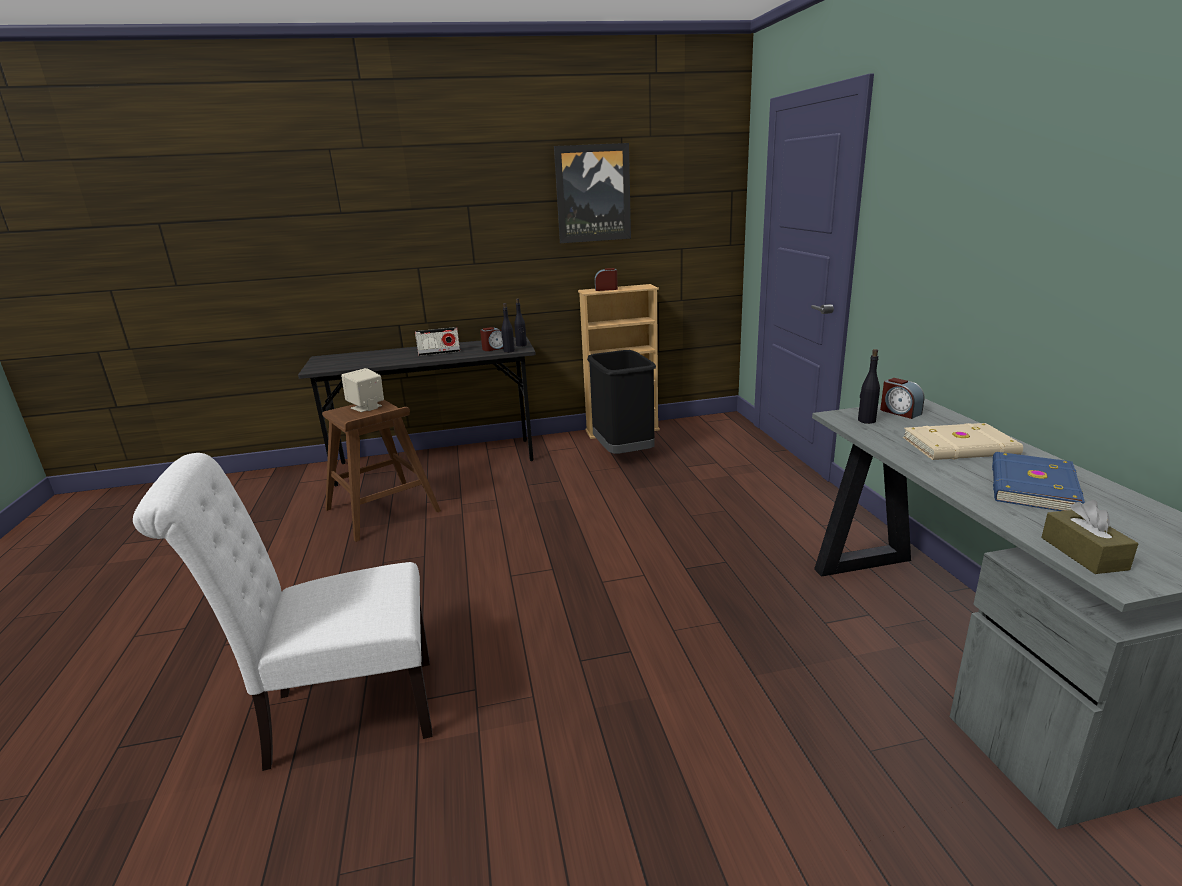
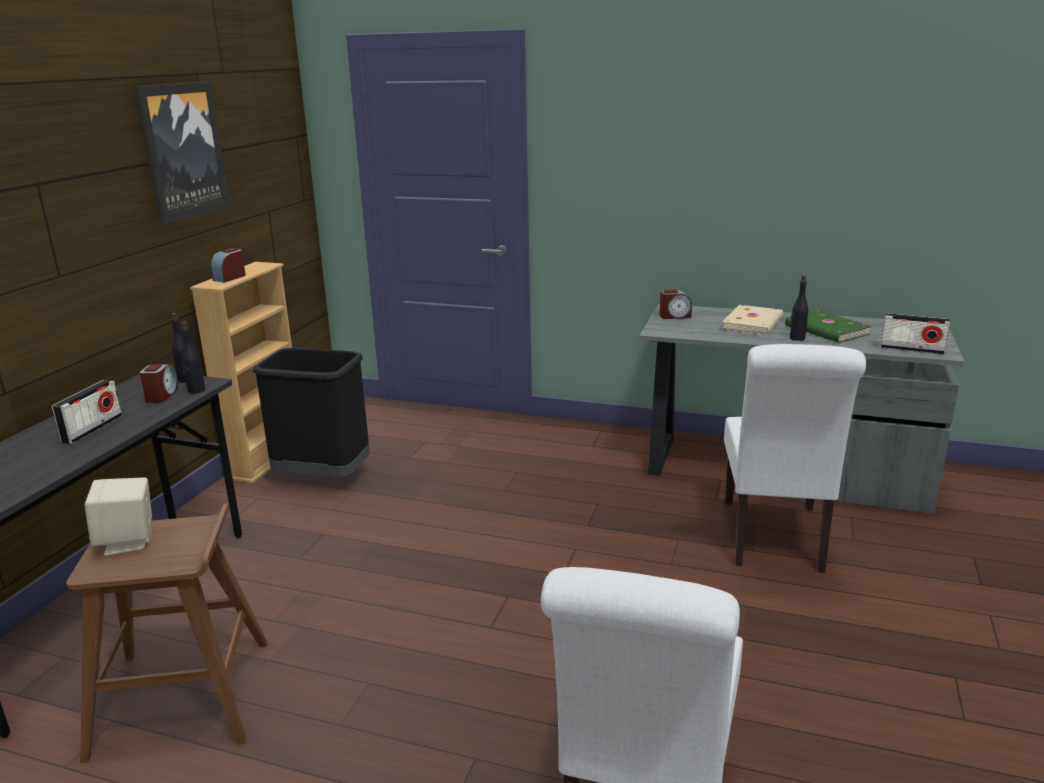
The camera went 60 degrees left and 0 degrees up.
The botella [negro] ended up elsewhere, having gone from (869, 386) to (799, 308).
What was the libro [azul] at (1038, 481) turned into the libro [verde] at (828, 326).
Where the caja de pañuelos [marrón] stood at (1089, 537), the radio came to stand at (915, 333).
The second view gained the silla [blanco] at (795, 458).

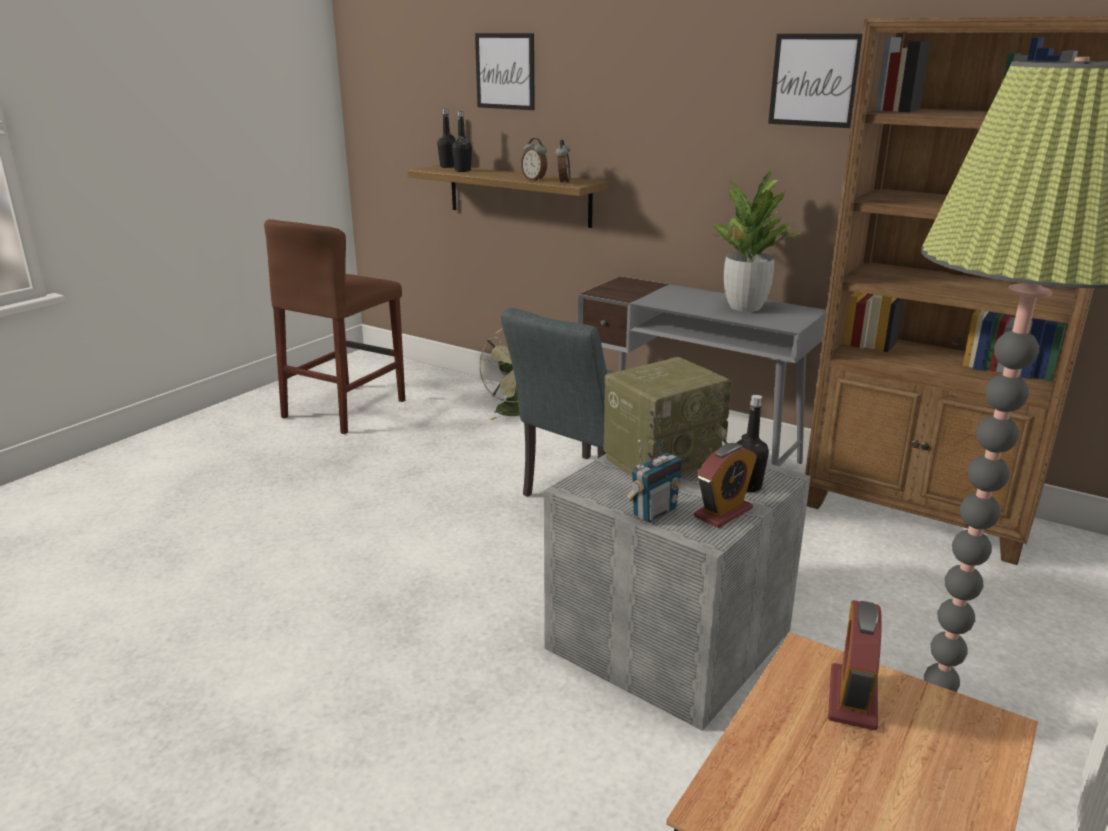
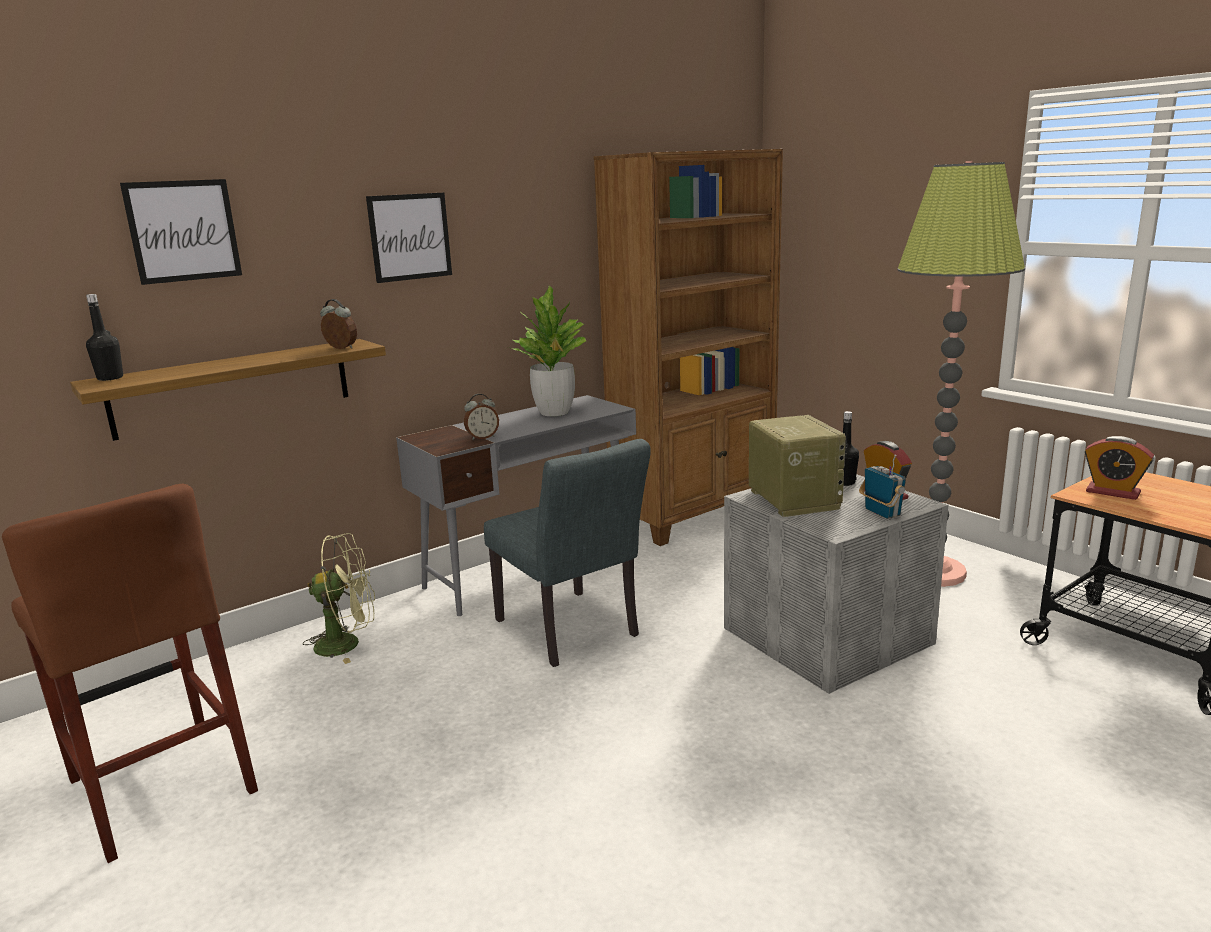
The camera went 70 degrees left and 5 degrees down.
The second view lost the botella [negro] at (462, 141).
The despertador ended up elsewhere, having gone from (534, 159) to (481, 417).
The cuadro ended up elsewhere, having gone from (815, 81) to (409, 238).

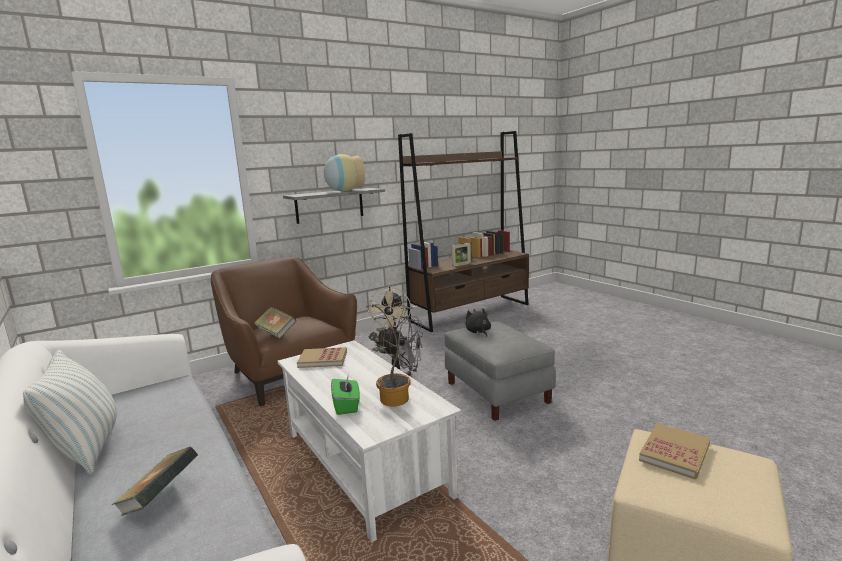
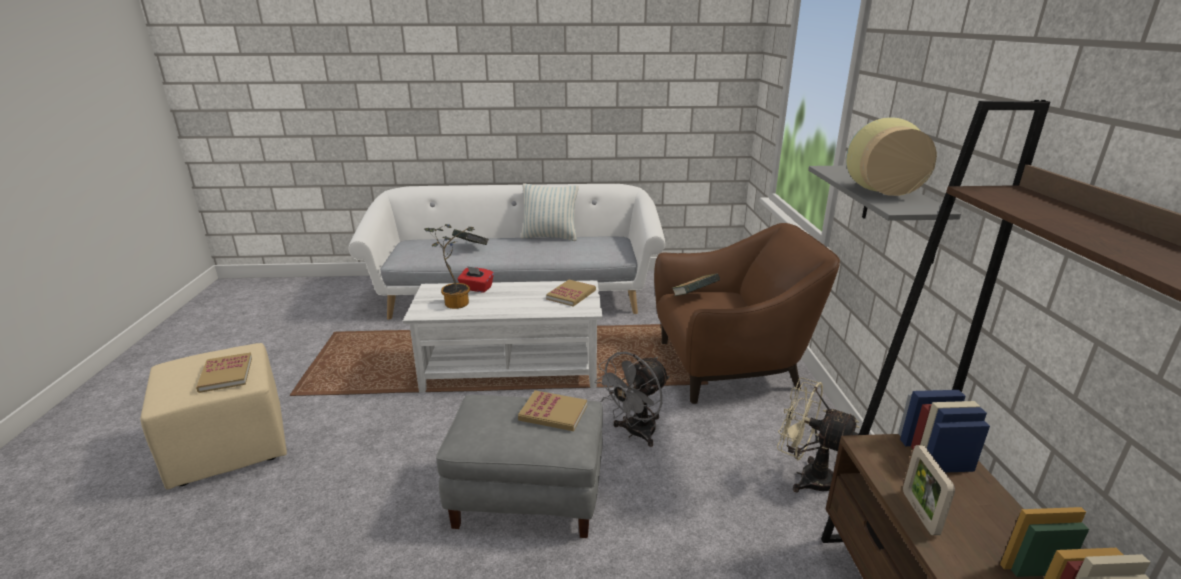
The camera went 120 degrees right and 10 degrees up.
What was the caja de pañuelos [verde] at (345, 394) turned into the caja de pañuelos [rojo] at (476, 279).
Where the peluche [negro] stood at (478, 322), the libro came to stand at (552, 410).

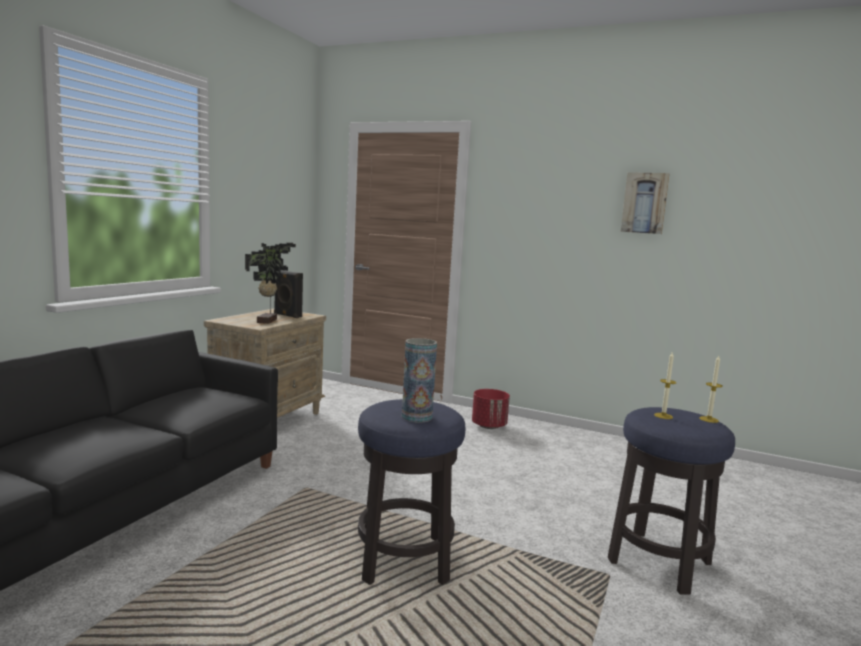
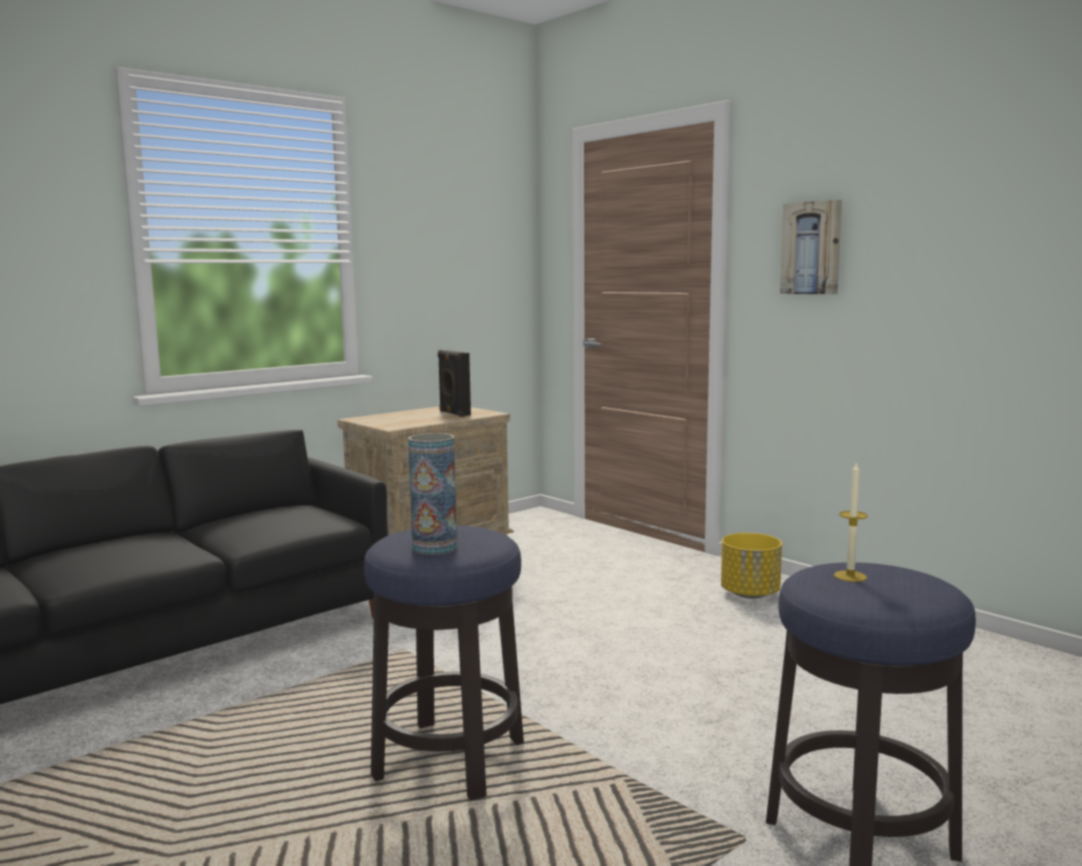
The camera went 25 degrees right and 0 degrees up.
The second view lost the planta en maceta at (270, 283).
What was the maceta [rojo] at (491, 409) turned into the maceta [amarillo] at (751, 566).
The cuadro ended up elsewhere, having gone from (645, 203) to (811, 247).
The second view lost the vela at (711, 389).

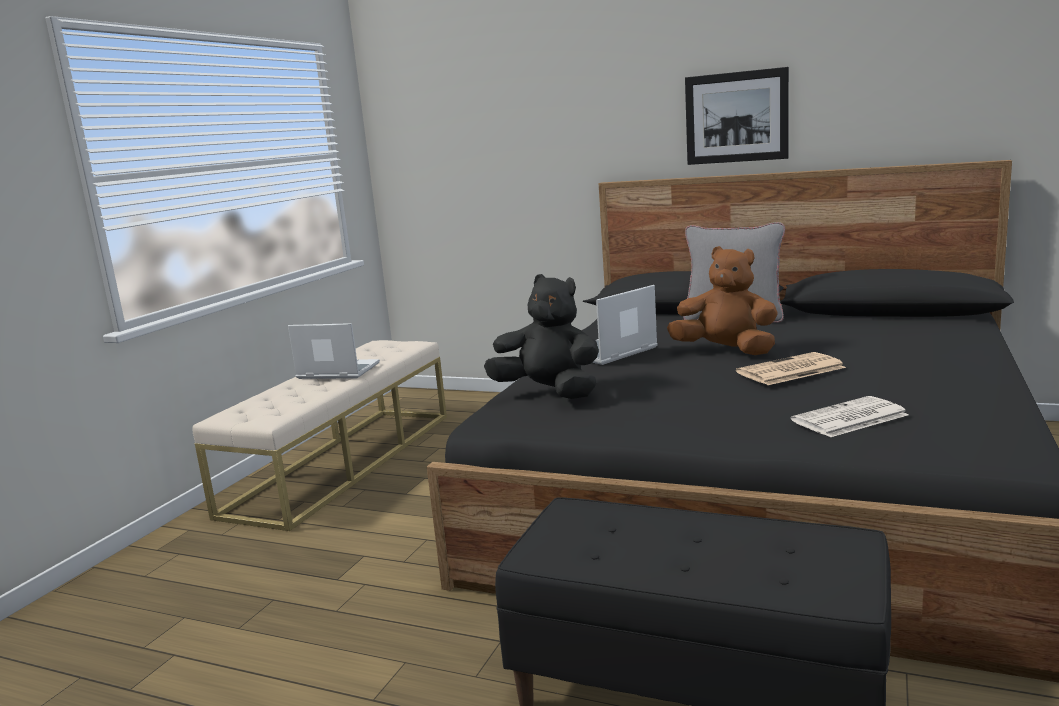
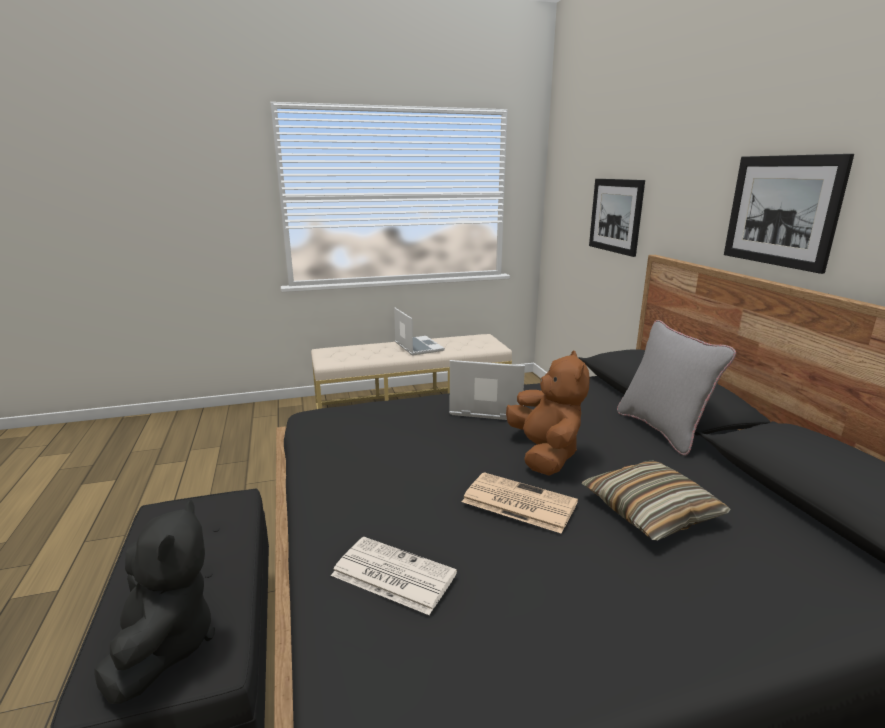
The camera went 50 degrees right and 5 degrees up.
The peluche [negro] ended up elsewhere, having gone from (541, 336) to (154, 602).
The second view gained the cojín at (656, 500).
The second view gained the cuadro at (617, 218).

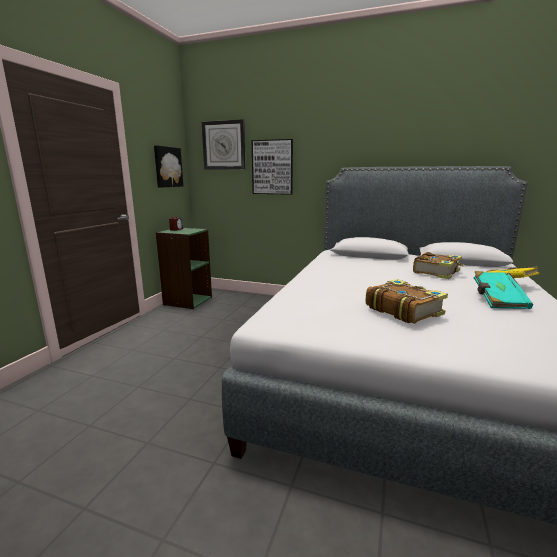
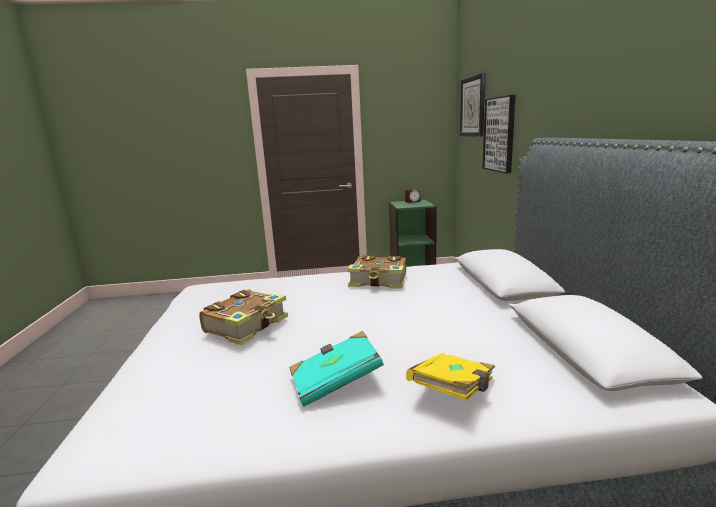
The camera went 65 degrees right and 0 degrees up.
The second view lost the cuadro at (168, 166).
The libro ended up elsewhere, having gone from (439, 265) to (376, 272).

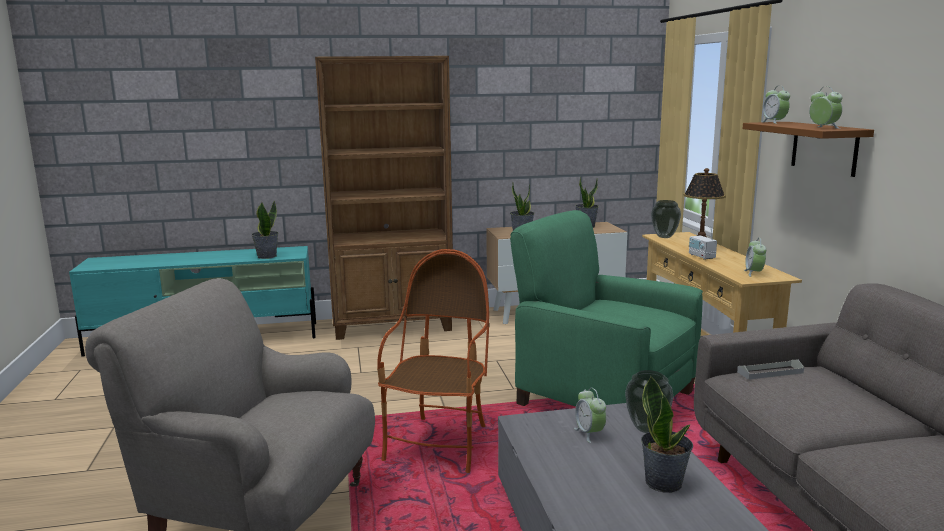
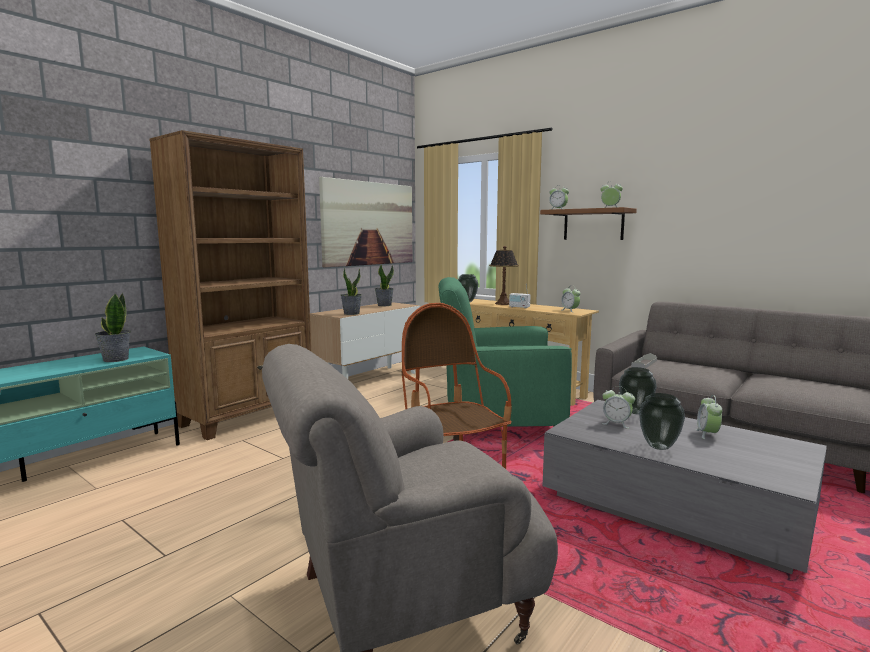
The camera went 40 degrees left and 5 degrees down.
Where the planta en maceta stood at (667, 434), the despertador came to stand at (709, 417).
The second view gained the cuadro at (365, 222).
The second view gained the florero at (662, 421).

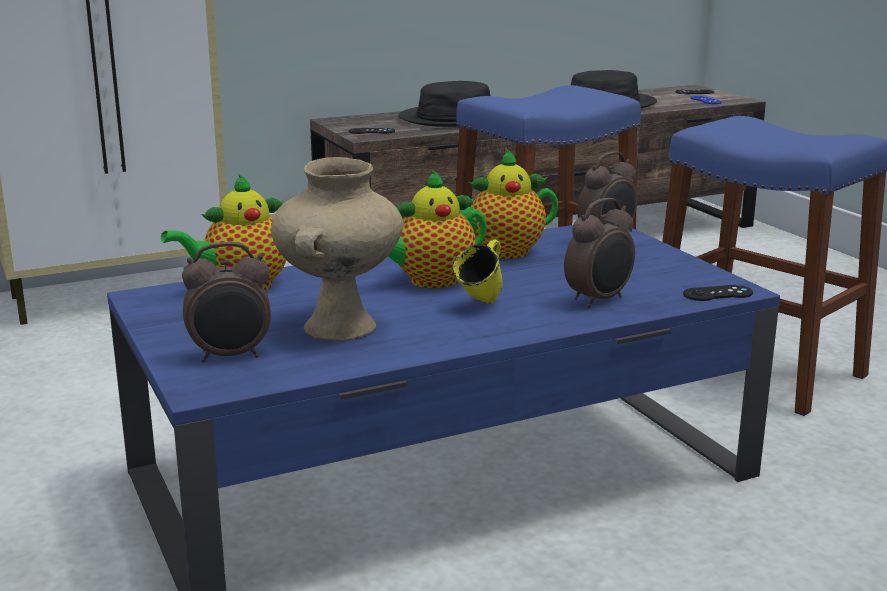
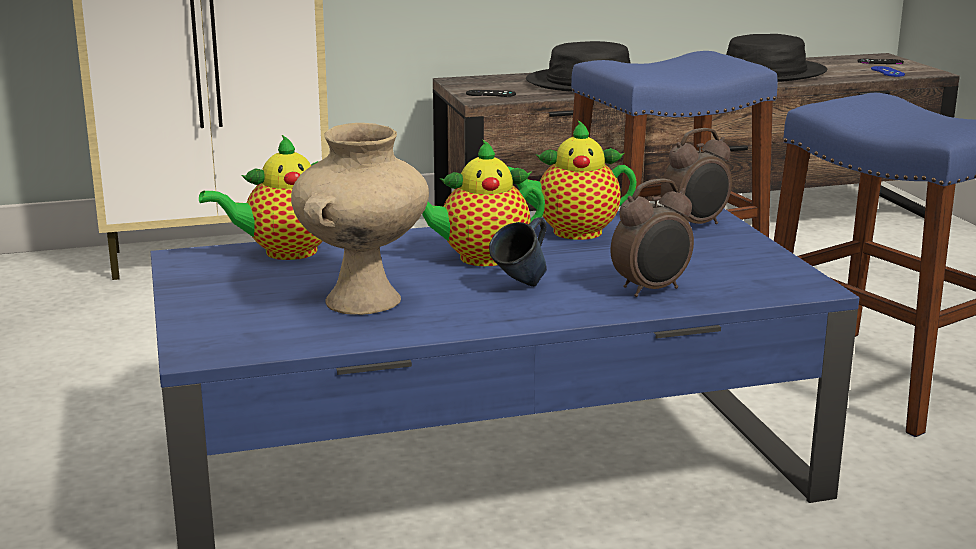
The camera went 10 degrees right and 0 degrees up.
The second view lost the despertador at (226, 302).
What was the taza grande [amarillo] at (477, 271) turned into the taza grande [azul] at (518, 252).
The second view lost the mando de consola [negro] at (718, 293).

